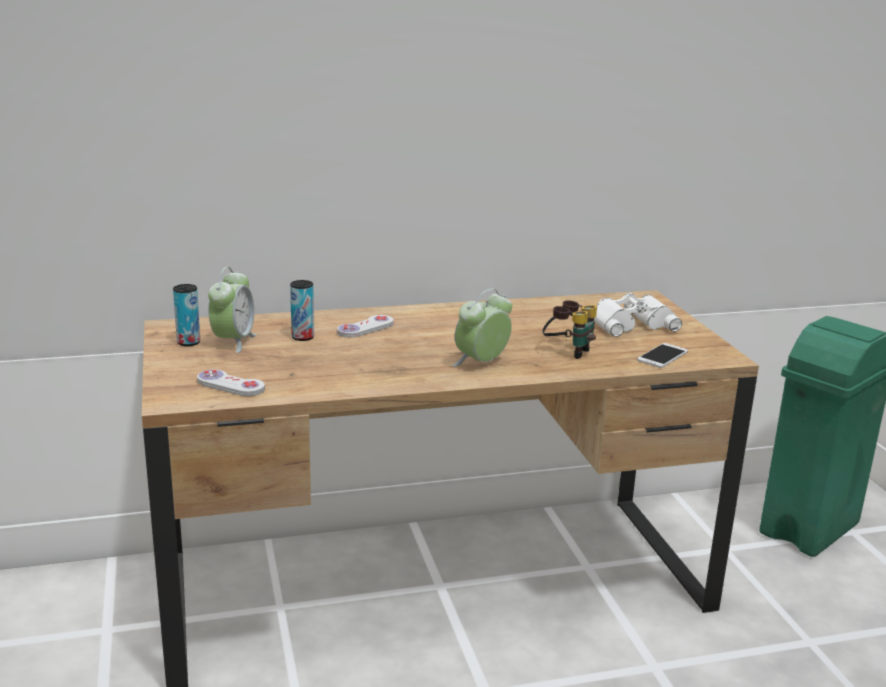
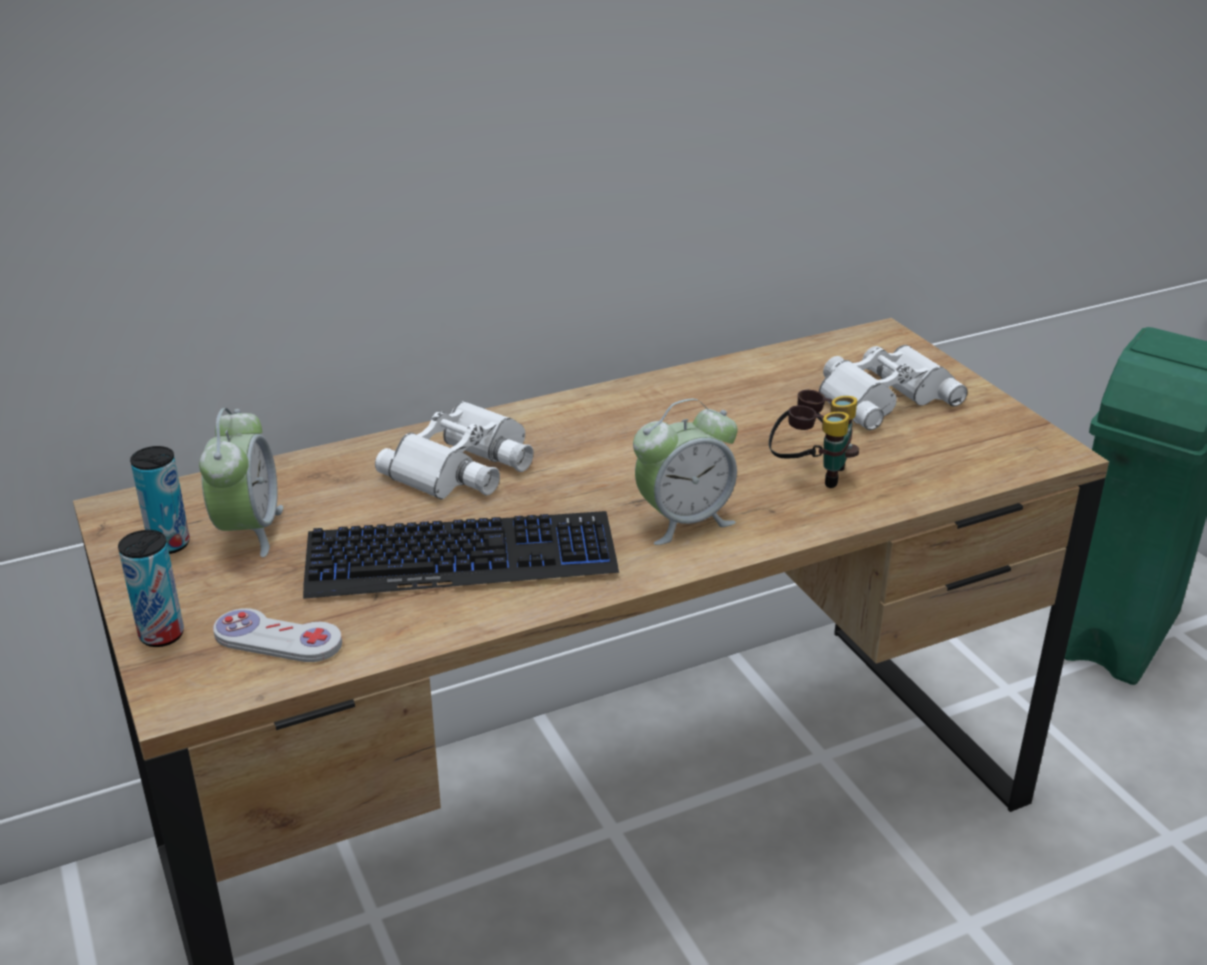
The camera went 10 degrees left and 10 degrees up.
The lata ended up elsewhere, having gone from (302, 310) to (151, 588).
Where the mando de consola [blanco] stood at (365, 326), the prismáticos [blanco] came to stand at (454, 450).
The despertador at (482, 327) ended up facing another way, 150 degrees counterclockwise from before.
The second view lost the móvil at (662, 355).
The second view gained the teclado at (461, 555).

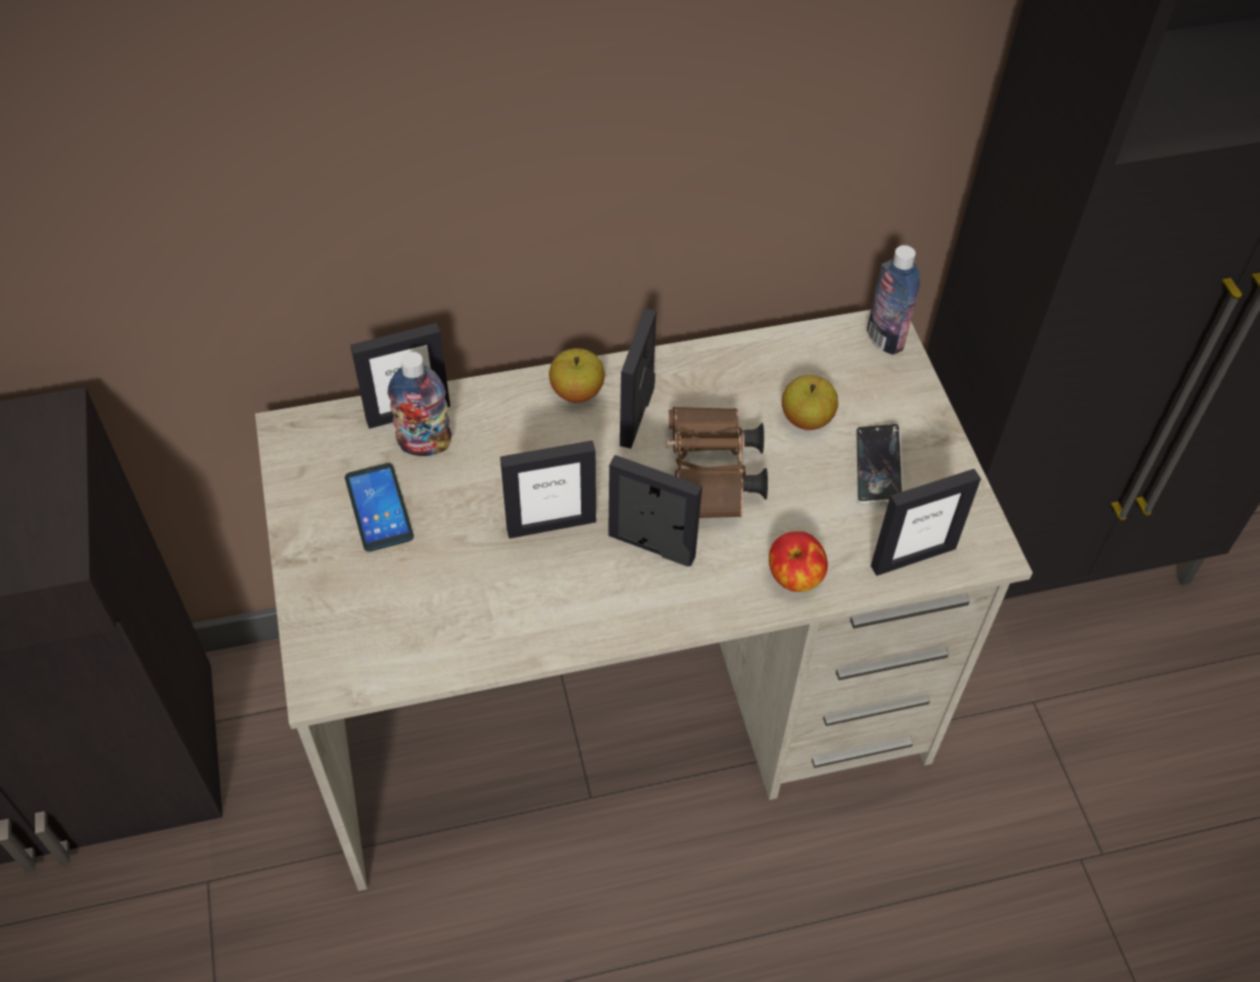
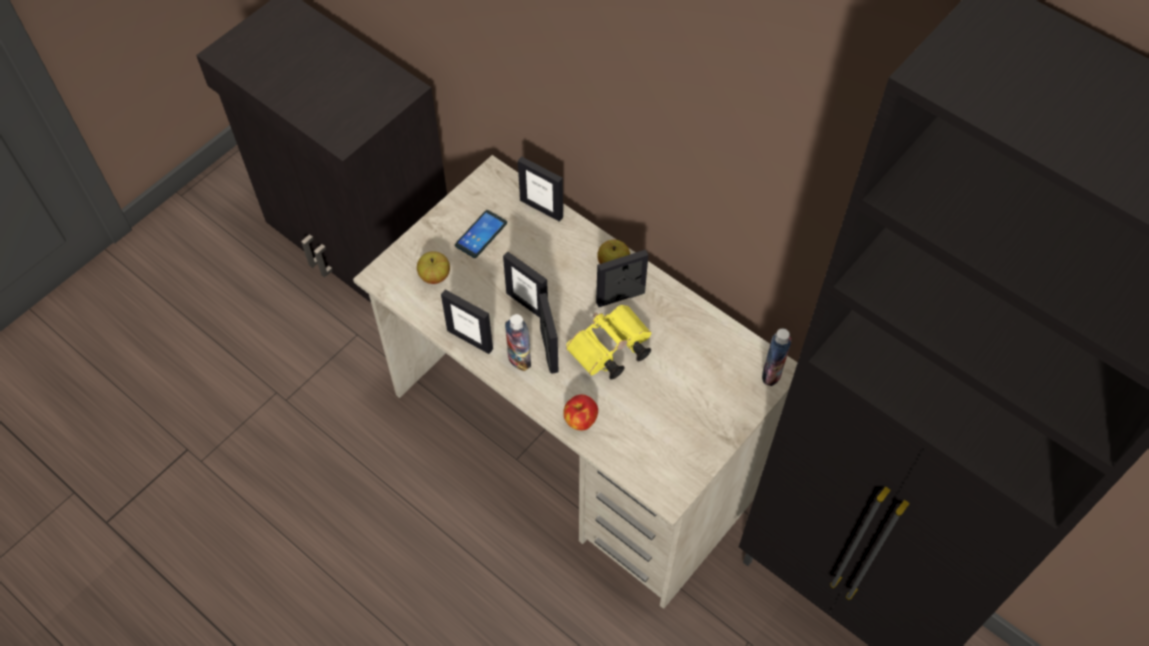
The camera went 55 degrees right and 5 degrees up.
The botella ended up elsewhere, having gone from (420, 404) to (518, 342).
What was the prismáticos [marrón] at (717, 462) turned into the prismáticos [amarillo] at (609, 342).
The manzana ended up elsewhere, having gone from (810, 402) to (433, 267).
The second view lost the móvil at (879, 464).
The portarretratos ended up elsewhere, having gone from (926, 522) to (467, 321).

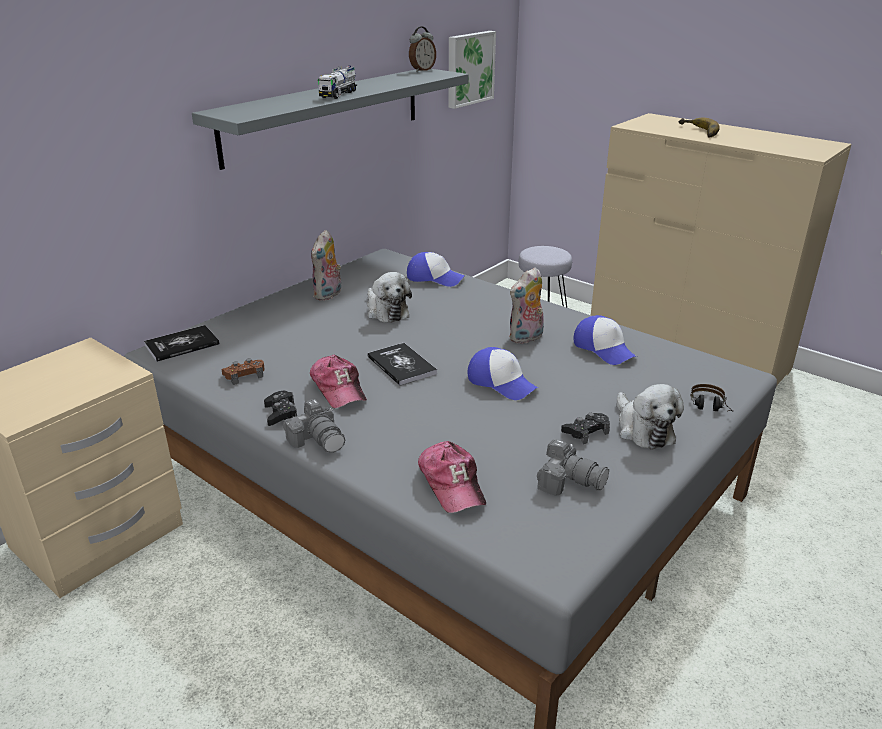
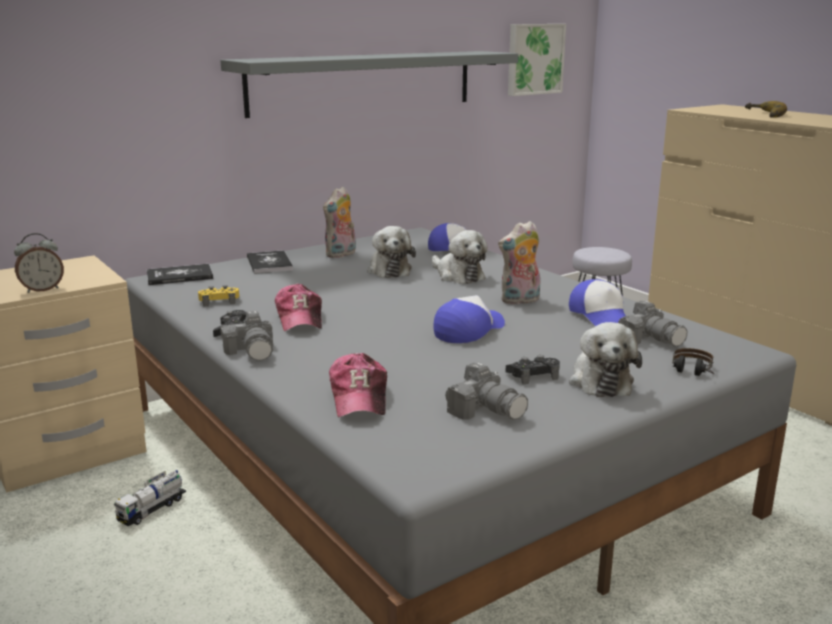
The camera went 15 degrees right and 10 degrees down.
What was the mando de consola [marrón] at (243, 371) turned into the mando de consola [amarillo] at (218, 295).
The camión de juguete ended up elsewhere, having gone from (337, 82) to (150, 498).
The libro ended up elsewhere, having gone from (402, 364) to (270, 262).
The despertador ended up elsewhere, having gone from (422, 49) to (39, 263).
The gorra at (503, 373) ended up facing another way, 105 degrees counterclockwise from before.
The second view gained the peluche at (460, 257).
The second view gained the cámara at (652, 324).

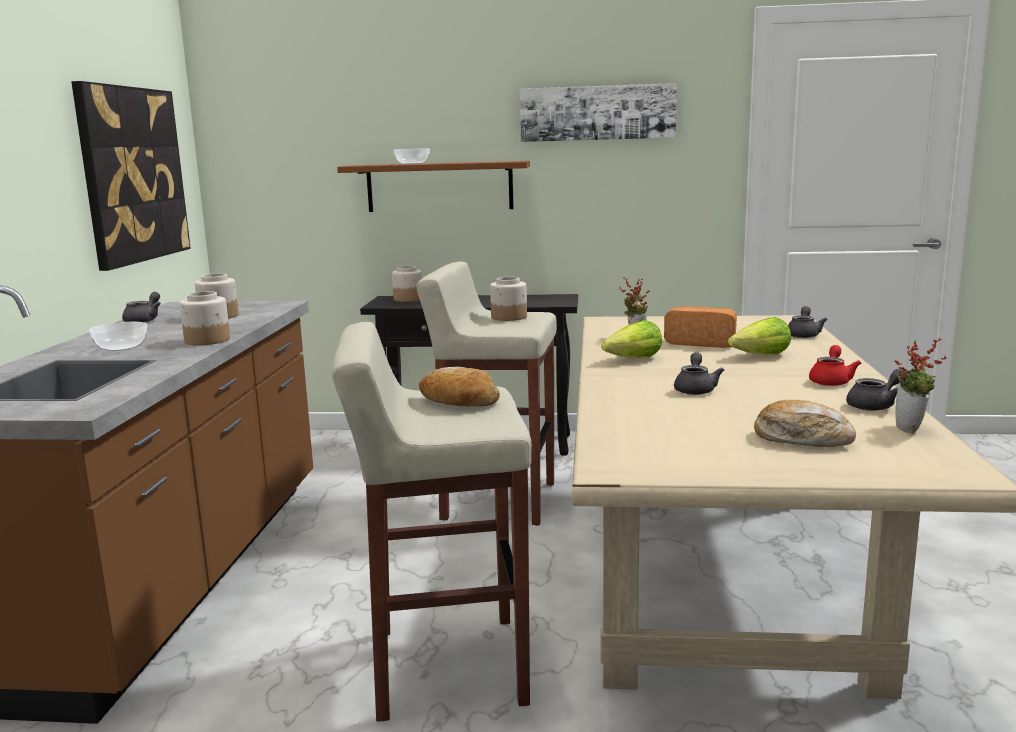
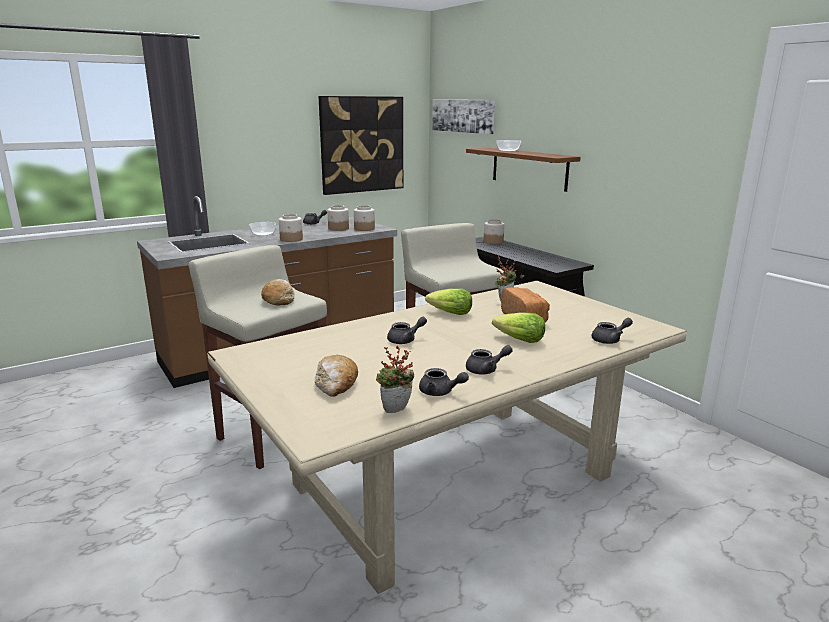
The camera went 50 degrees right and 5 degrees up.
The tarro ended up elsewhere, having gone from (508, 299) to (364, 218).
The cuadro ended up elsewhere, having gone from (598, 112) to (463, 116).
What was the tetera [rojo] at (835, 365) turned into the tetera [gris] at (489, 360).

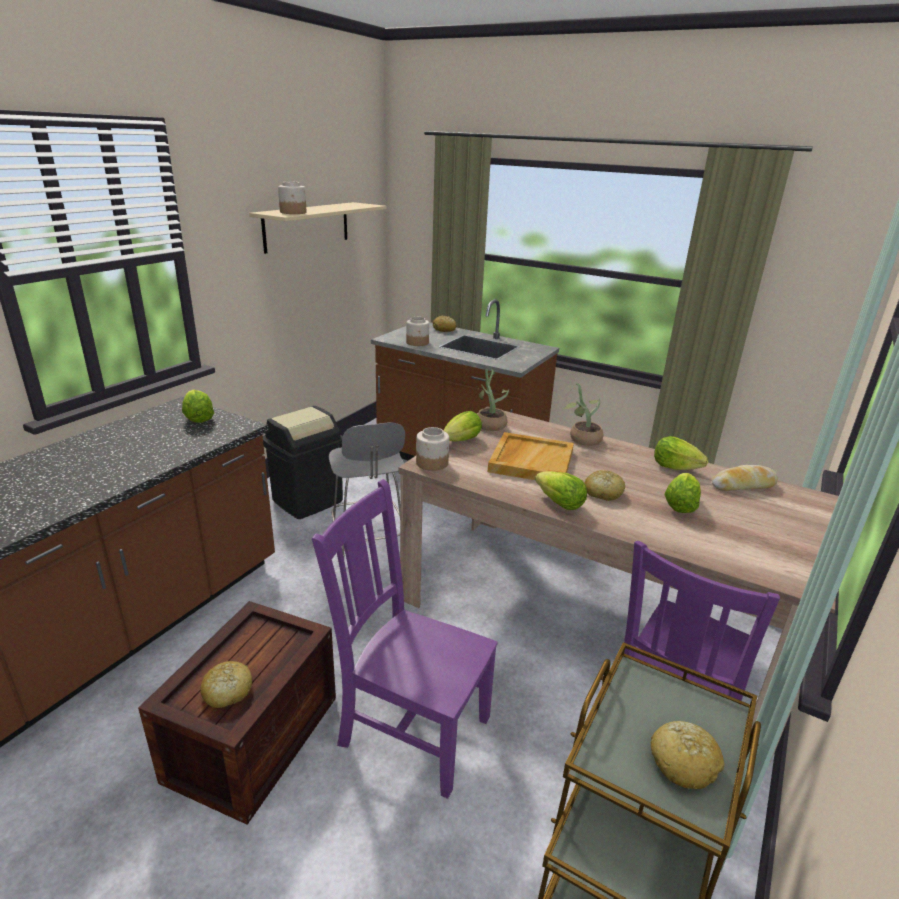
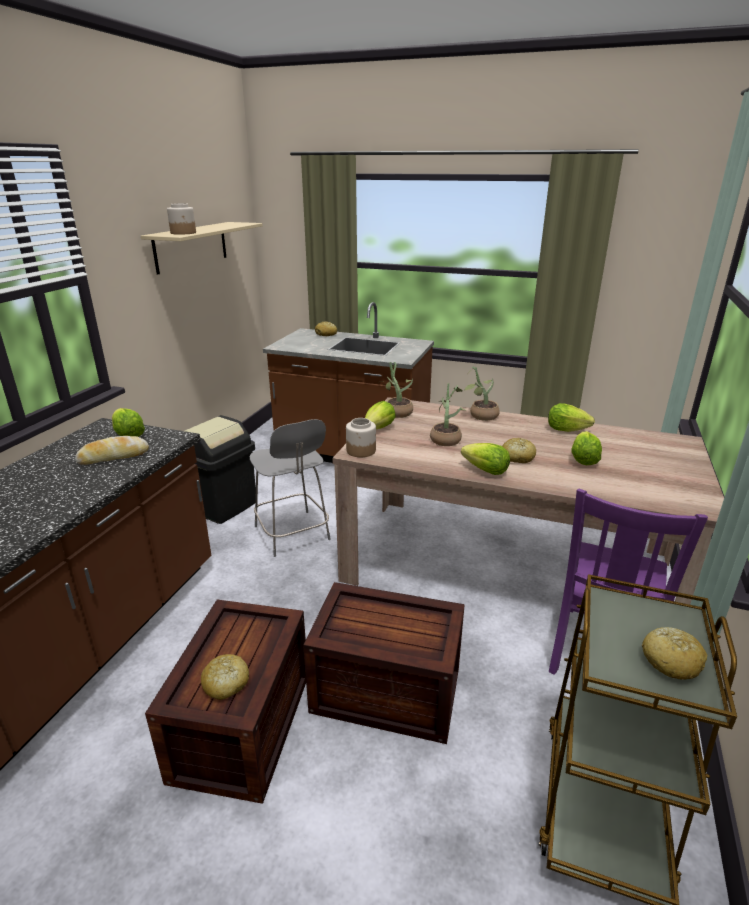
The camera went 10 degrees left and 0 degrees up.
Where the silla [morado] stood at (405, 639), the caja de embalaje came to stand at (384, 663).
The second view lost the tarro at (417, 331).
Where the bandeja [beis] stood at (531, 456), the planta en maceta came to stand at (447, 414).
The pan ended up elsewhere, having gone from (745, 478) to (112, 450).

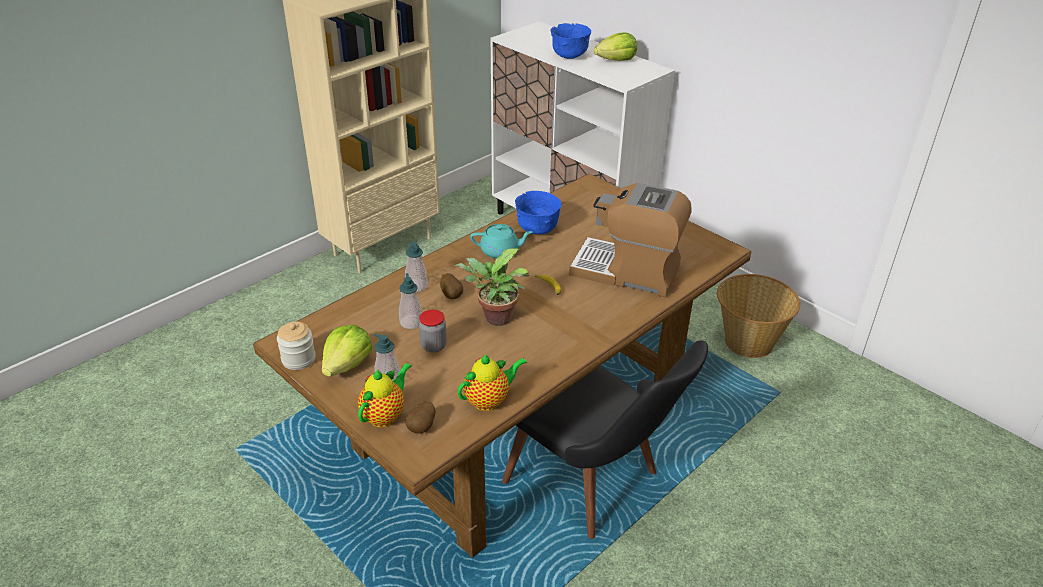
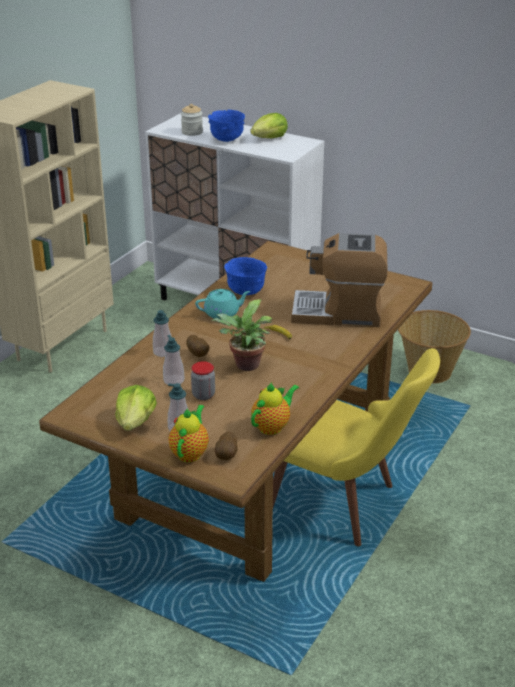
The camera went 15 degrees left and 5 degrees down.
The tarro ended up elsewhere, having gone from (296, 346) to (192, 120).
What was the silla [negro] at (605, 439) turned into the silla [amarillo] at (356, 447).

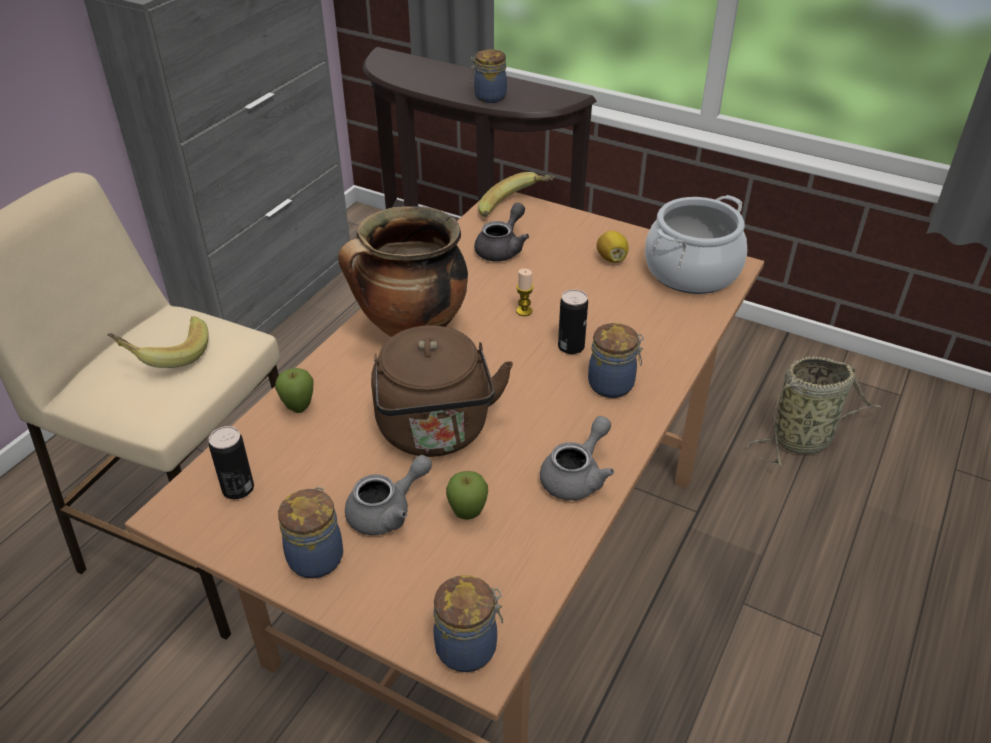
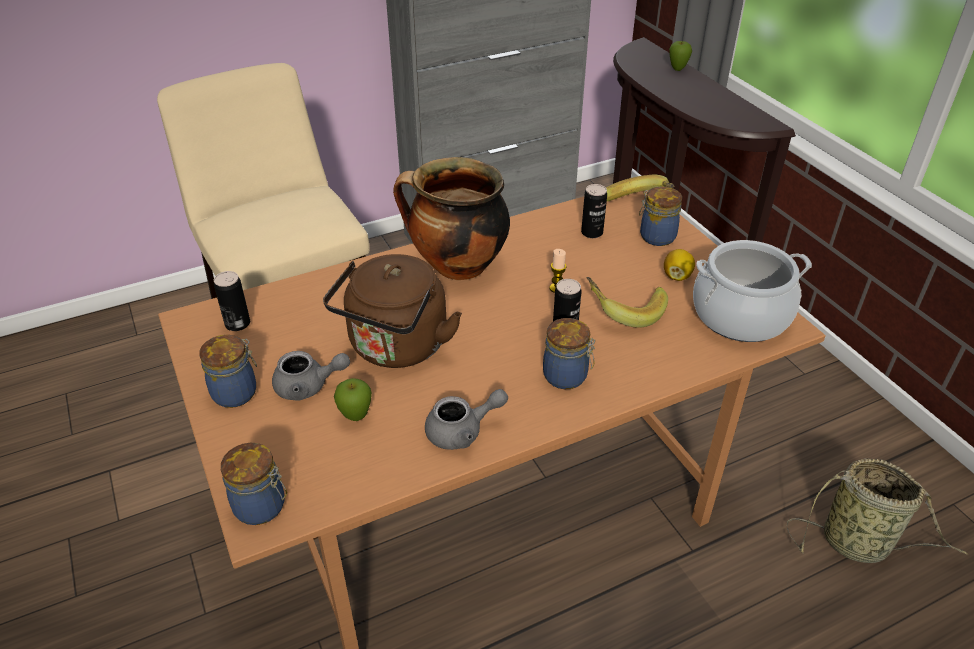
The camera went 35 degrees right and 0 degrees up.
The plátano ended up elsewhere, having gone from (158, 342) to (627, 302).
The manzana ended up elsewhere, having gone from (294, 390) to (680, 56).
The tarro ended up elsewhere, having gone from (488, 76) to (660, 216).
Where the tetera [gris] stood at (501, 232), the lata came to stand at (594, 211).

